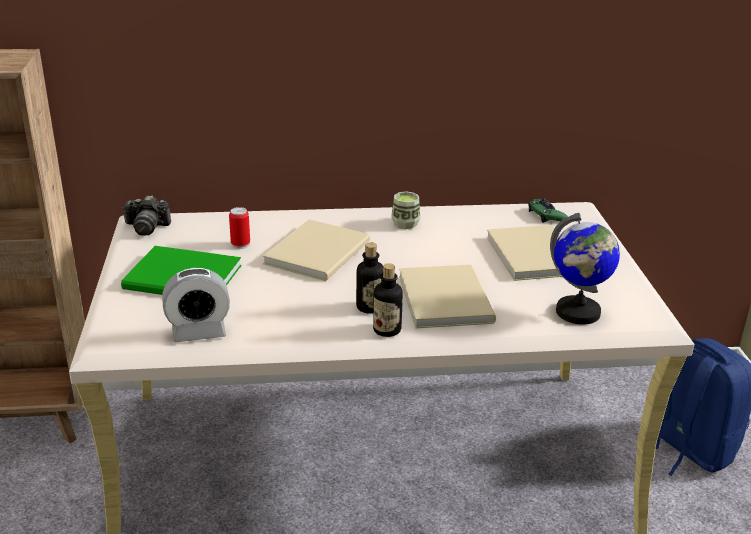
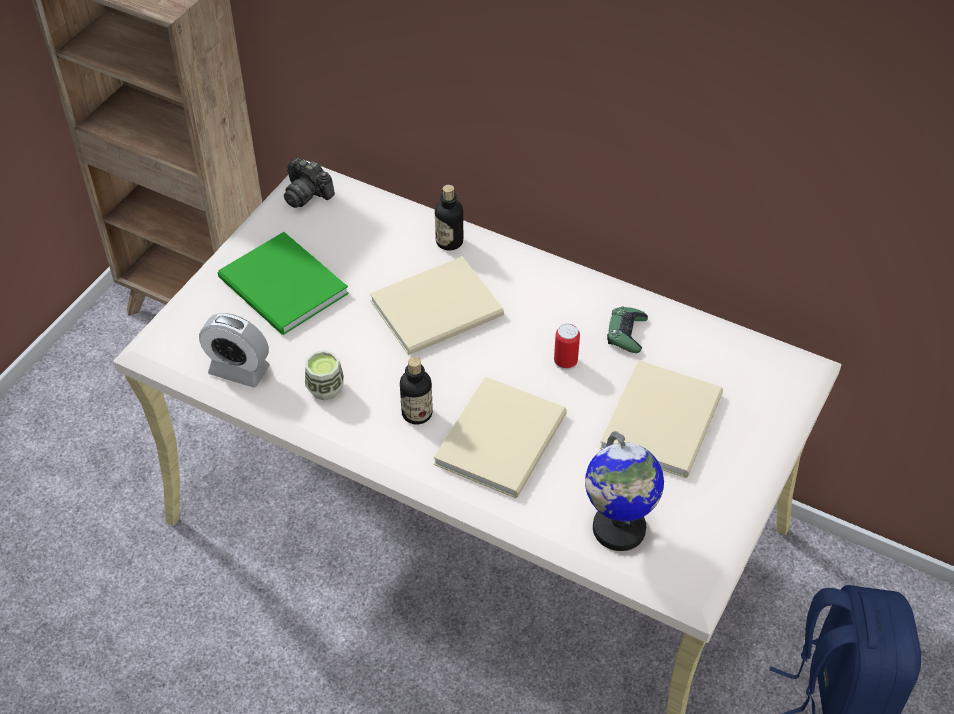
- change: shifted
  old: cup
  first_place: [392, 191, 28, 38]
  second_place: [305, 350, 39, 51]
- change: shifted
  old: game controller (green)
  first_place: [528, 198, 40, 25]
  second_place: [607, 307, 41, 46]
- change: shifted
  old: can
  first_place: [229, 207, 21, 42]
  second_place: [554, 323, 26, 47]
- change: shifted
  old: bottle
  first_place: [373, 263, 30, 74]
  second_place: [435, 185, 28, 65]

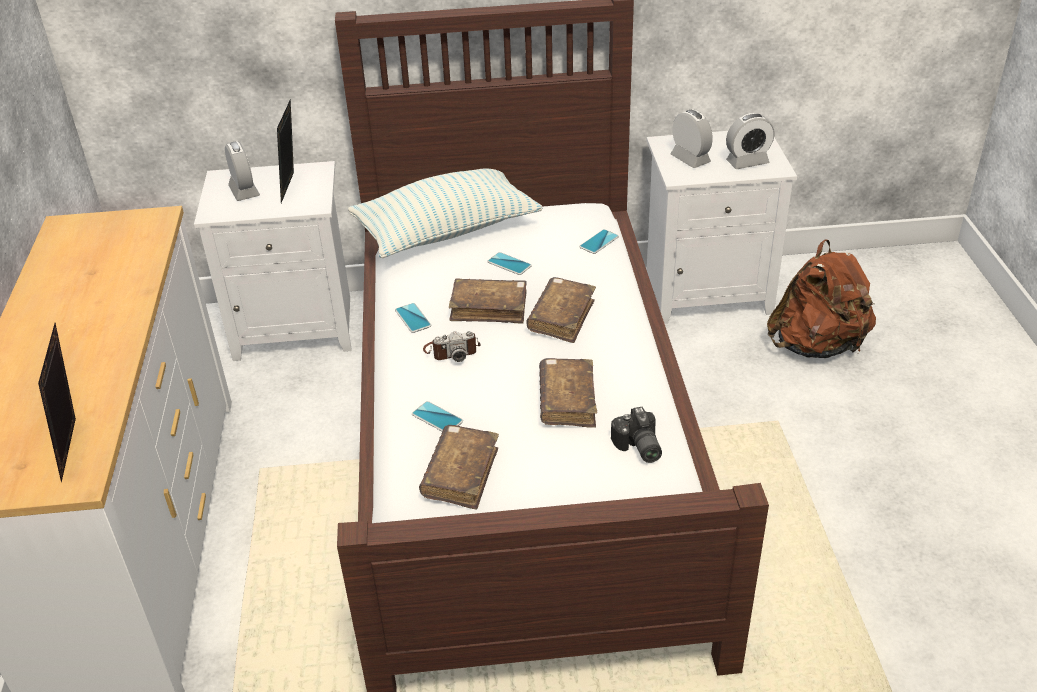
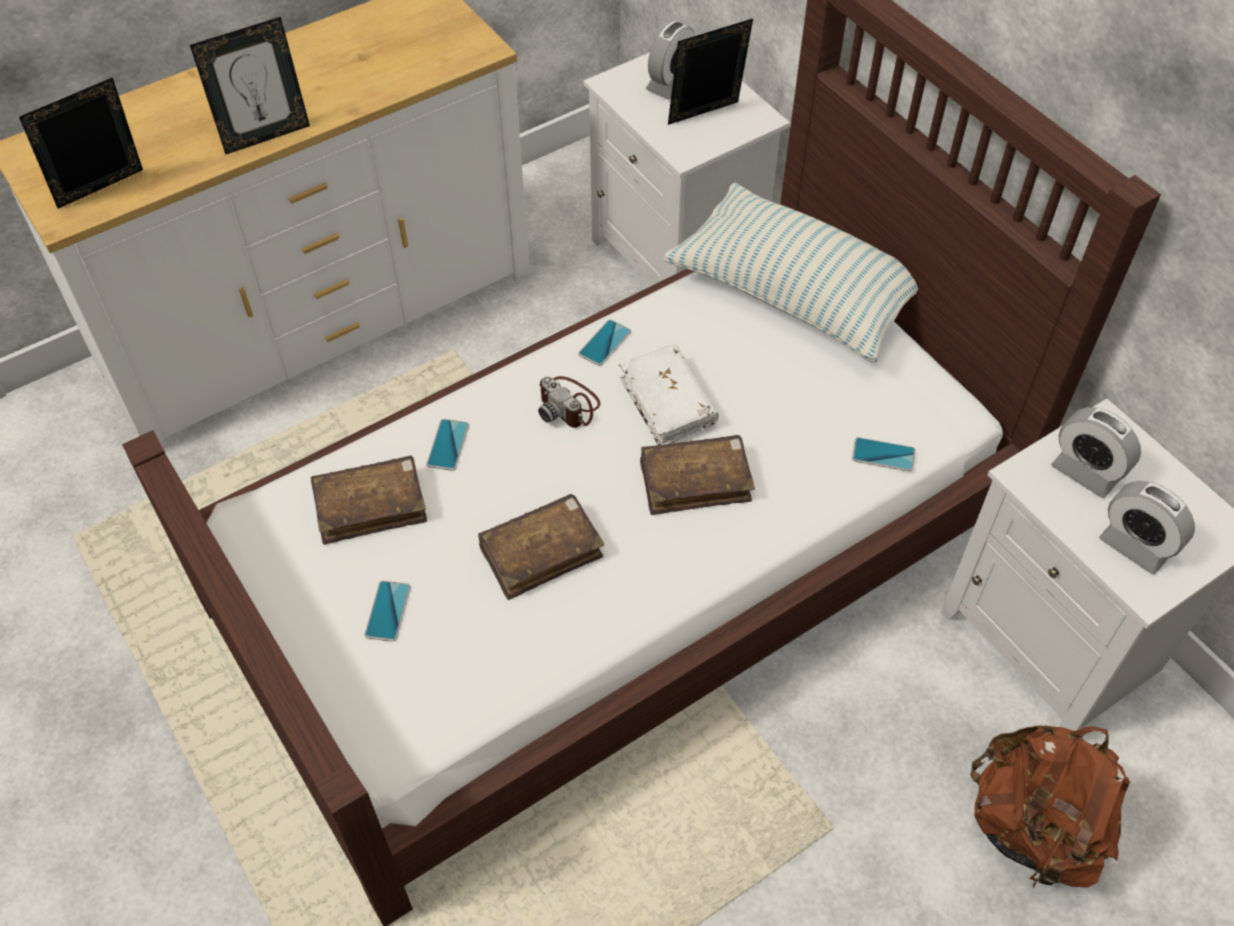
- change: rotated
  old: alarm clock
  first_place: [671, 110, 42, 58]
  second_place: [1051, 407, 90, 91]
  degrees: 105
- change: shifted
  old: phone
  first_place: [487, 252, 45, 23]
  second_place: [364, 581, 47, 61]
- change: repainted
  old: book (brown)
  new: book (white)
  first_place: [449, 278, 78, 46]
  second_place: [619, 344, 100, 101]
- change: gone
  old: photo camera
  first_place: [611, 407, 51, 56]
- change: new
  new: picture frame
  second_place: [190, 17, 120, 138]

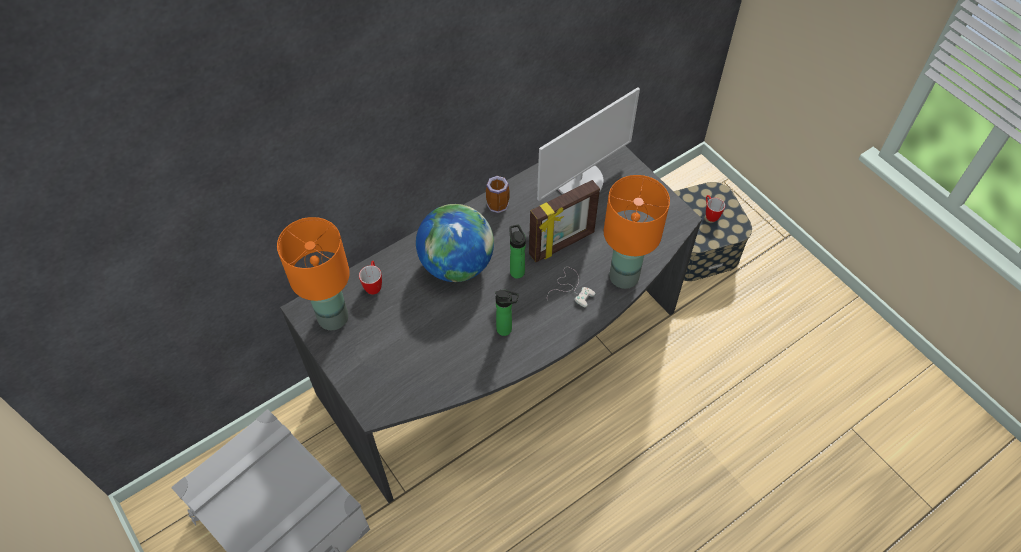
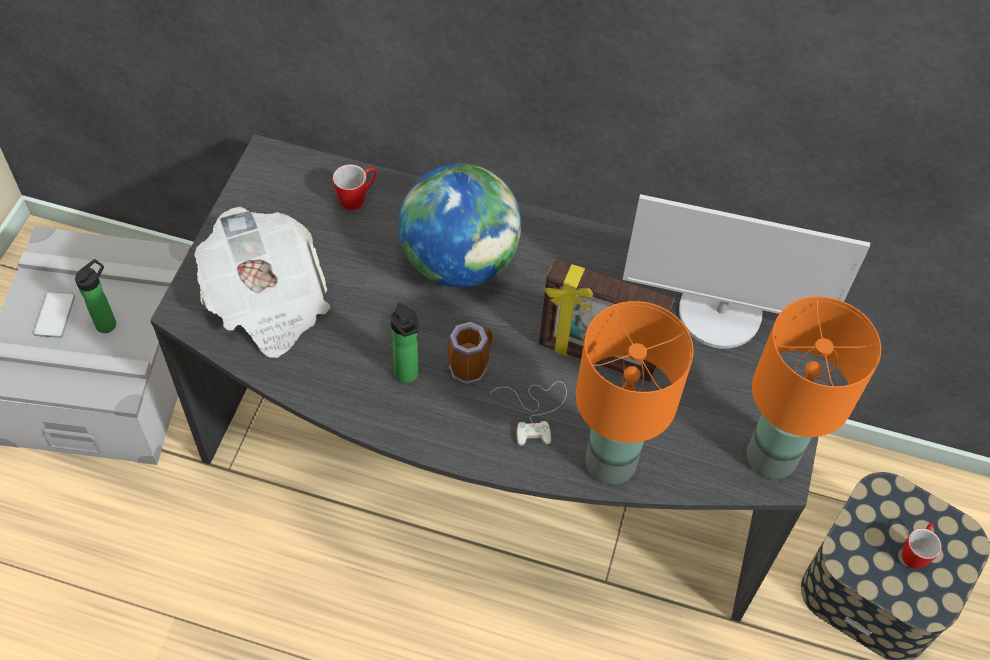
- change: shifted
  old: mug
  first_place: [486, 176, 23, 37]
  second_place: [448, 322, 45, 62]
- change: shifted
  old: table lamp (orange)
  first_place: [277, 217, 73, 113]
  second_place: [747, 296, 134, 183]
- change: shifted
  old: bottle
  first_place: [509, 224, 17, 55]
  second_place: [75, 259, 41, 74]
- change: new
  new: newspaper
  second_place: [194, 207, 136, 151]
- change: new
  new: phone
  second_place: [33, 292, 42, 46]

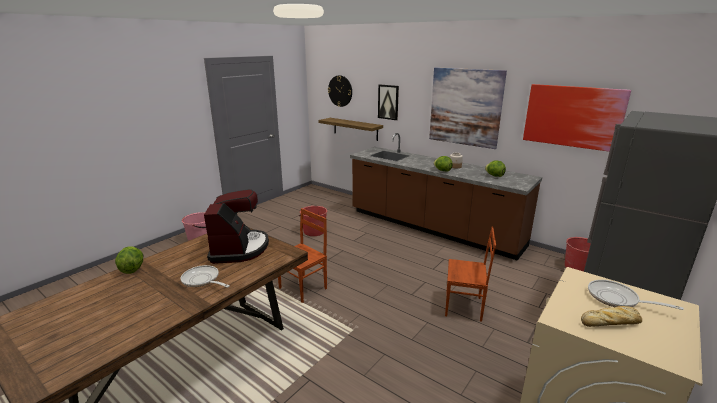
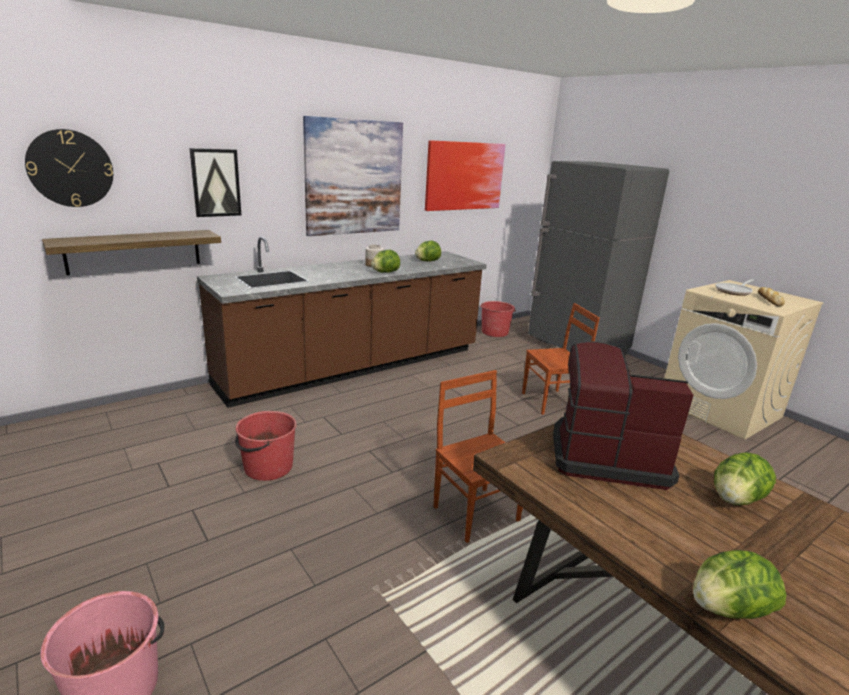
- change: rotated
  old: chair (brown)
  first_place: [445, 227, 51, 95]
  second_place: [522, 303, 78, 112]
  degrees: 45
- change: swapped
  old: frying pan
  new: lettuce
  first_place: [180, 265, 49, 23]
  second_place: [714, 452, 62, 53]

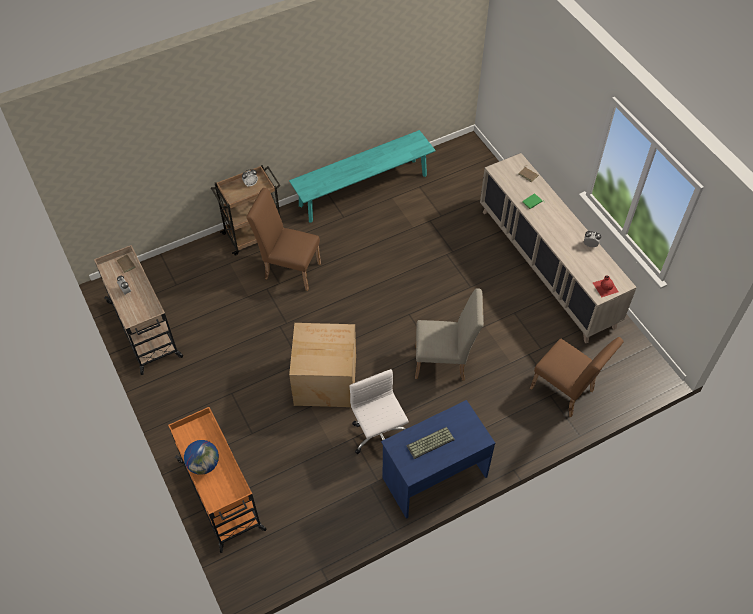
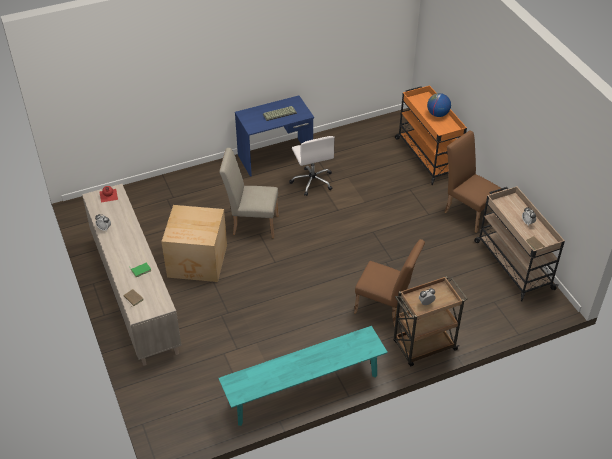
- change: shifted
  old: cardboard box
  first_place: [289, 323, 67, 84]
  second_place: [161, 205, 66, 77]
- change: shifted
  old: chair (brown)
  first_place: [530, 337, 94, 80]
  second_place: [445, 130, 58, 103]

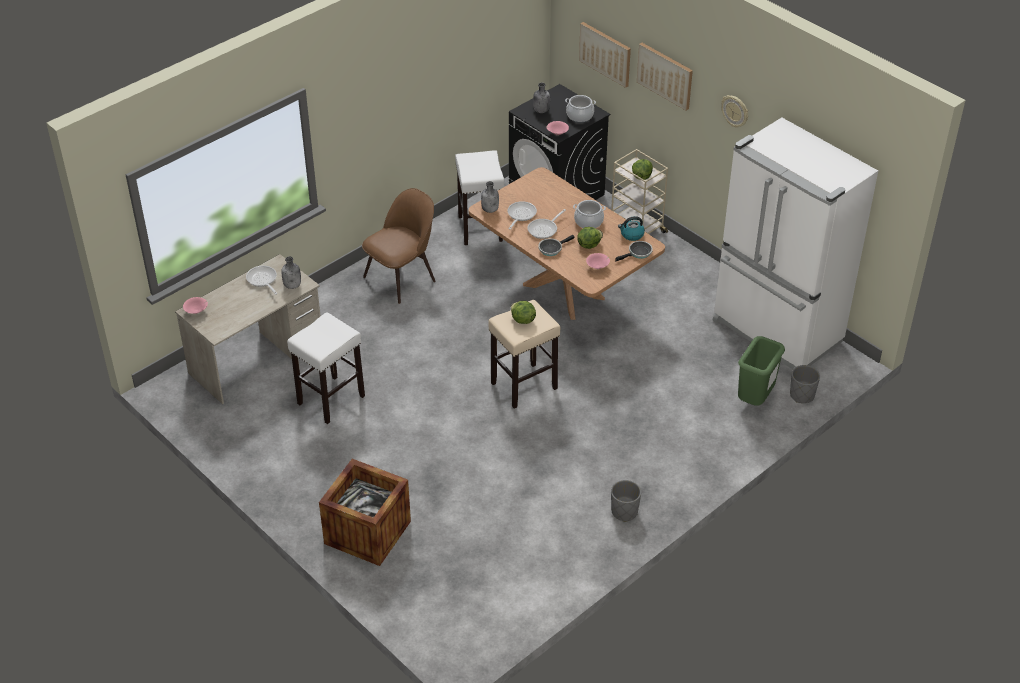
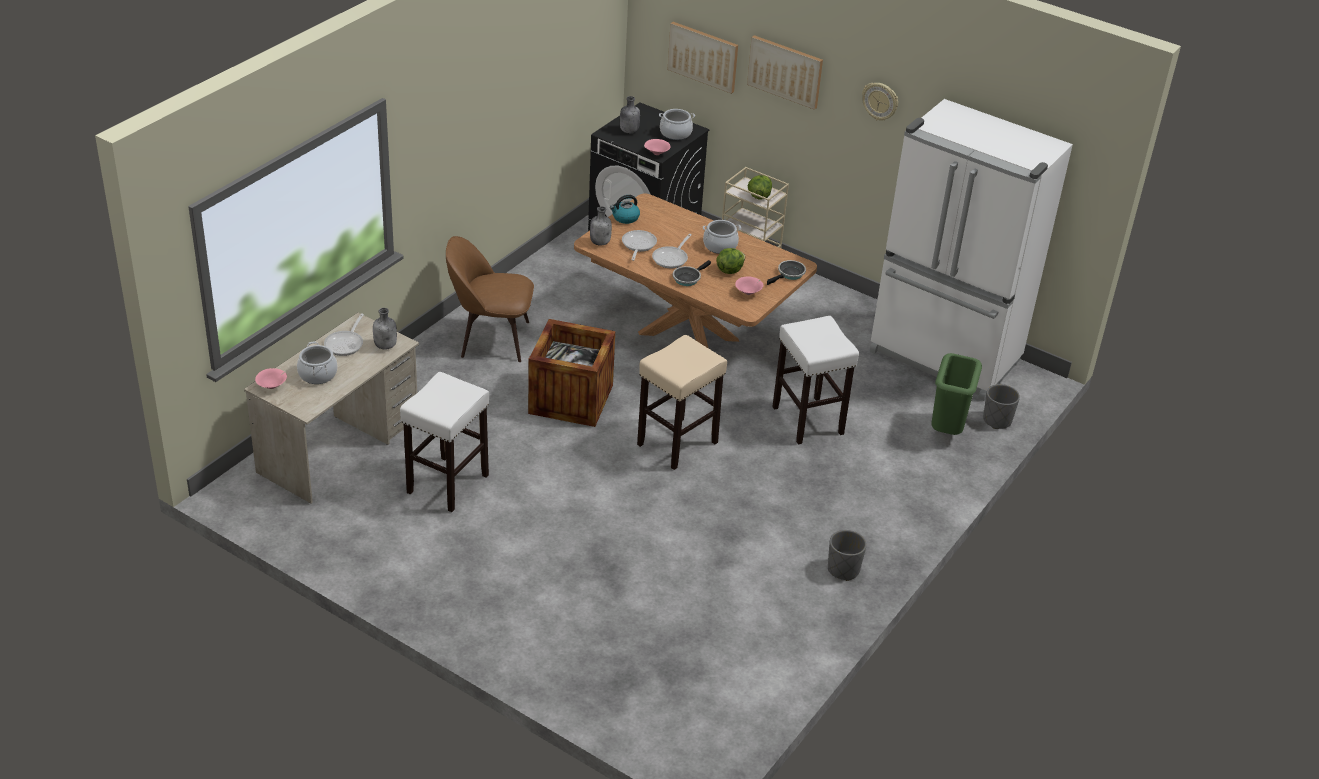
- change: shifted
  old: stool (white)
  first_place: [455, 150, 49, 95]
  second_place: [772, 316, 87, 129]
- change: rotated
  old: chair (brown)
  first_place: [362, 188, 74, 116]
  second_place: [446, 236, 88, 126]
  degrees: -120
- change: shifted
  old: kettle
  first_place: [618, 216, 27, 25]
  second_place: [610, 195, 30, 29]
- change: rotated
  old: frying pan
  first_place: [246, 266, 31, 29]
  second_place: [324, 314, 40, 42]
  degrees: -120
- change: gone
  old: lettuce
  first_place: [511, 301, 25, 23]
- change: shifted
  old: crate
  first_place: [319, 459, 92, 107]
  second_place: [528, 319, 87, 108]
- change: new
  new: cooking pot
  second_place: [297, 342, 41, 42]

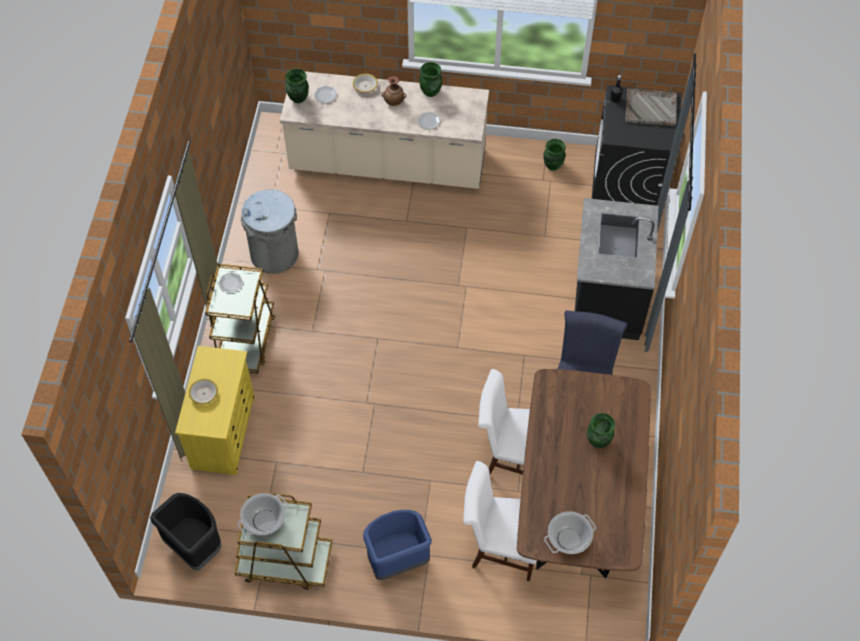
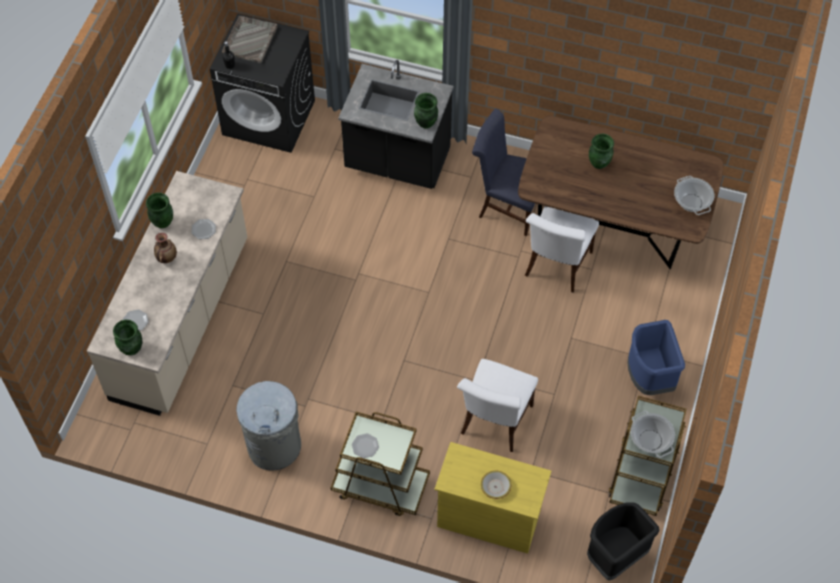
- change: gone
  old: bowl
  first_place: [353, 73, 25, 20]
- change: shifted
  old: vase (green)
  first_place: [543, 139, 23, 32]
  second_place: [414, 93, 24, 35]
- change: shifted
  old: chair (white)
  first_place: [463, 461, 74, 120]
  second_place: [457, 359, 81, 93]

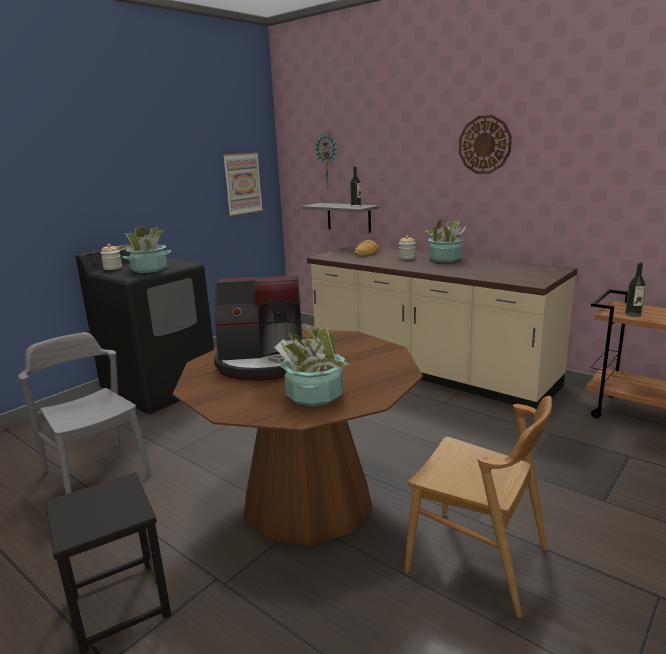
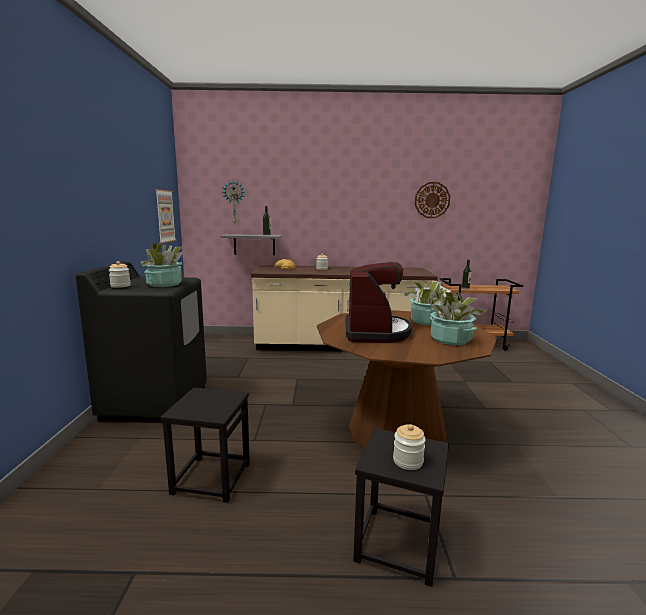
- change: shifted
  old: wall clock
  first_place: [459, 115, 53, 59]
  second_place: [415, 182, 35, 36]
- change: shifted
  old: potted plant
  first_place: [426, 220, 40, 42]
  second_place: [401, 281, 50, 45]
- change: rotated
  old: coffee machine
  first_place: [214, 275, 93, 106]
  second_place: [345, 262, 67, 81]
  degrees: -45
- change: swapped
  old: chair (grey)
  new: stool (black)
  first_place: [18, 332, 134, 162]
  second_place: [161, 387, 89, 116]
- change: gone
  old: chair (brown)
  first_place: [404, 396, 148, 222]
- change: new
  new: jar
  second_place: [393, 424, 33, 46]

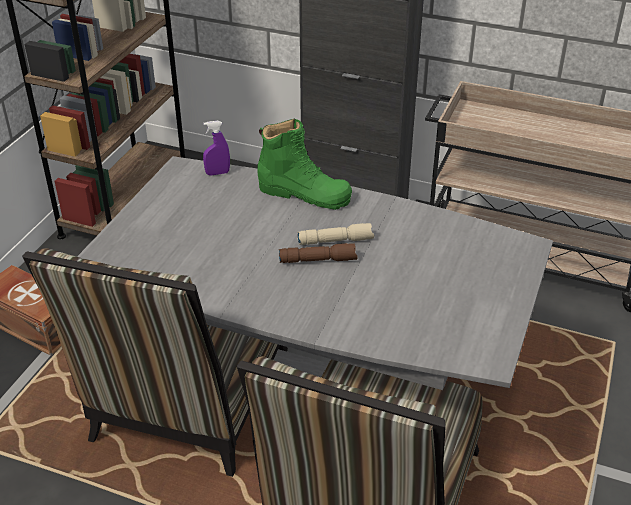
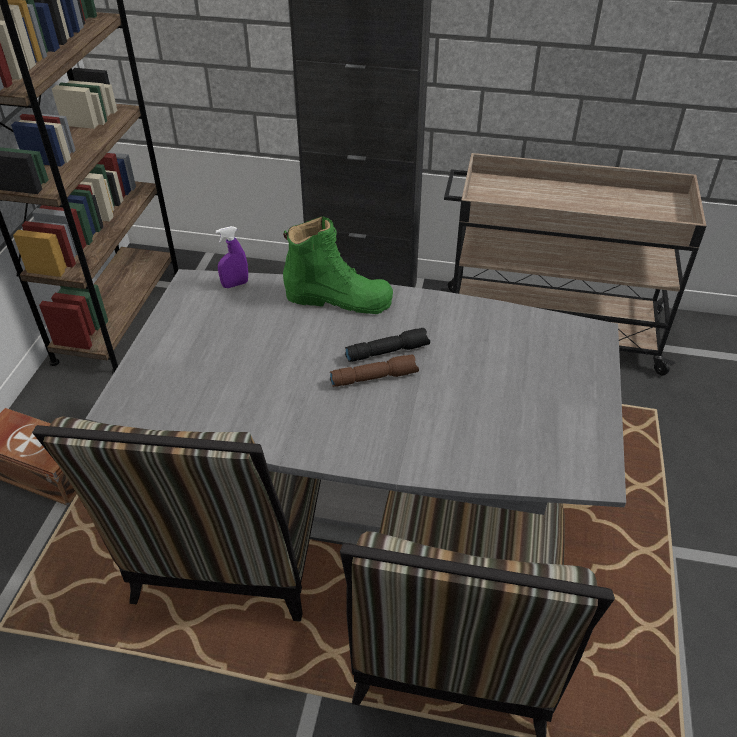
- change: repainted
  old: flashlight (beige)
  new: flashlight (black)
  first_place: [297, 223, 77, 22]
  second_place: [345, 328, 85, 34]

